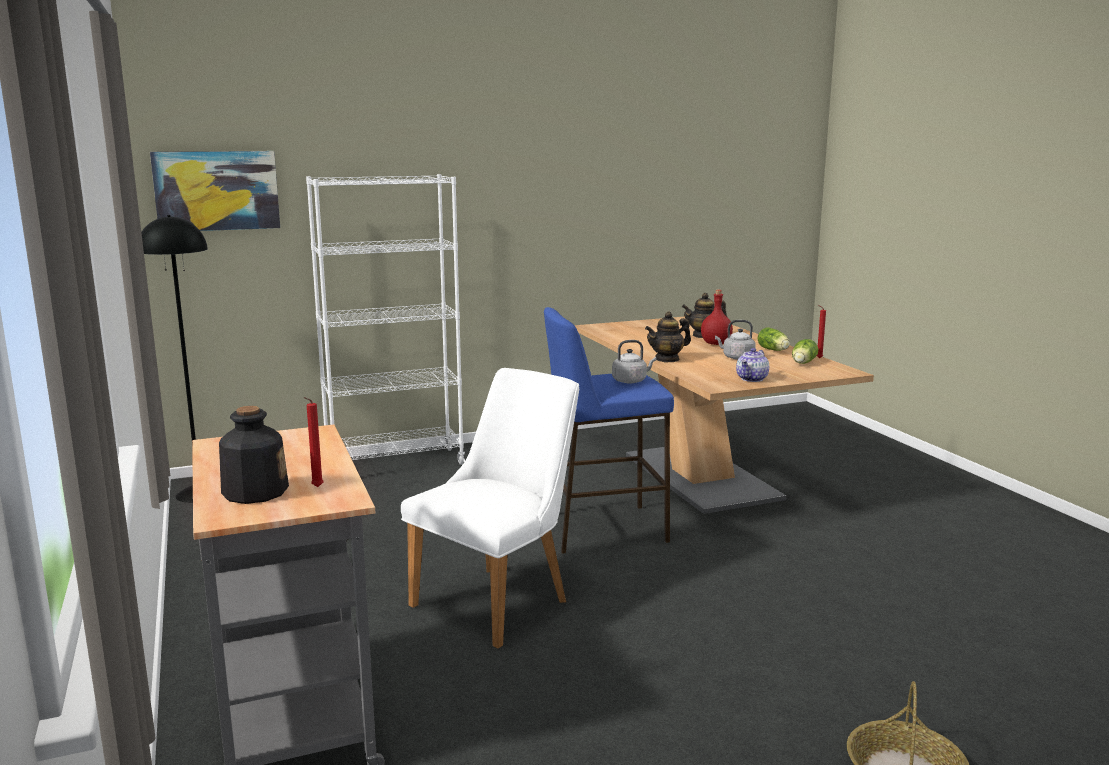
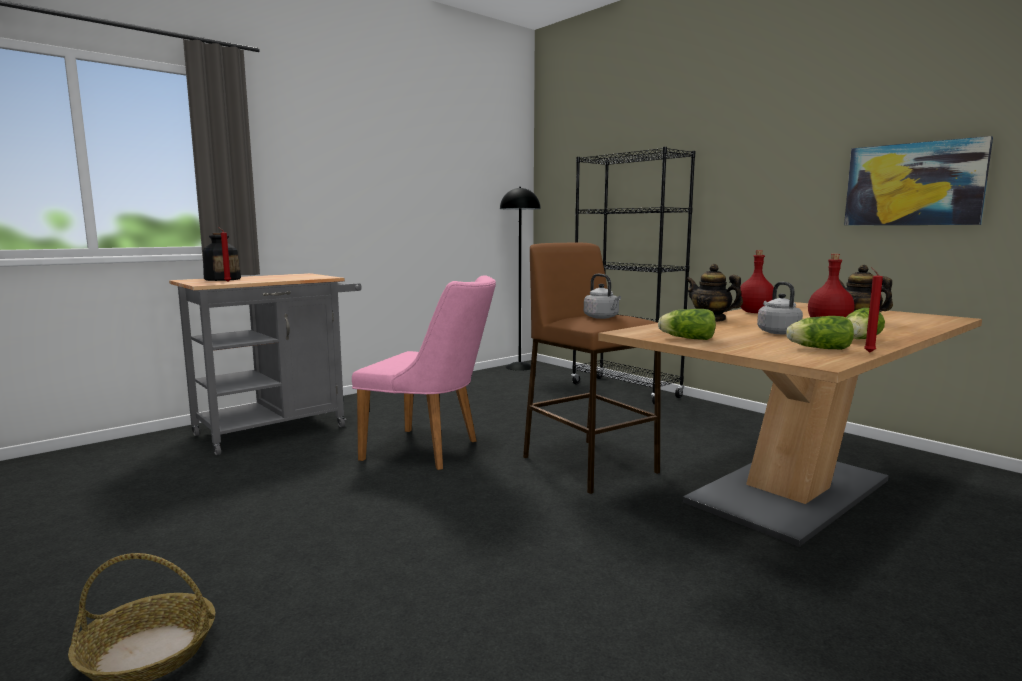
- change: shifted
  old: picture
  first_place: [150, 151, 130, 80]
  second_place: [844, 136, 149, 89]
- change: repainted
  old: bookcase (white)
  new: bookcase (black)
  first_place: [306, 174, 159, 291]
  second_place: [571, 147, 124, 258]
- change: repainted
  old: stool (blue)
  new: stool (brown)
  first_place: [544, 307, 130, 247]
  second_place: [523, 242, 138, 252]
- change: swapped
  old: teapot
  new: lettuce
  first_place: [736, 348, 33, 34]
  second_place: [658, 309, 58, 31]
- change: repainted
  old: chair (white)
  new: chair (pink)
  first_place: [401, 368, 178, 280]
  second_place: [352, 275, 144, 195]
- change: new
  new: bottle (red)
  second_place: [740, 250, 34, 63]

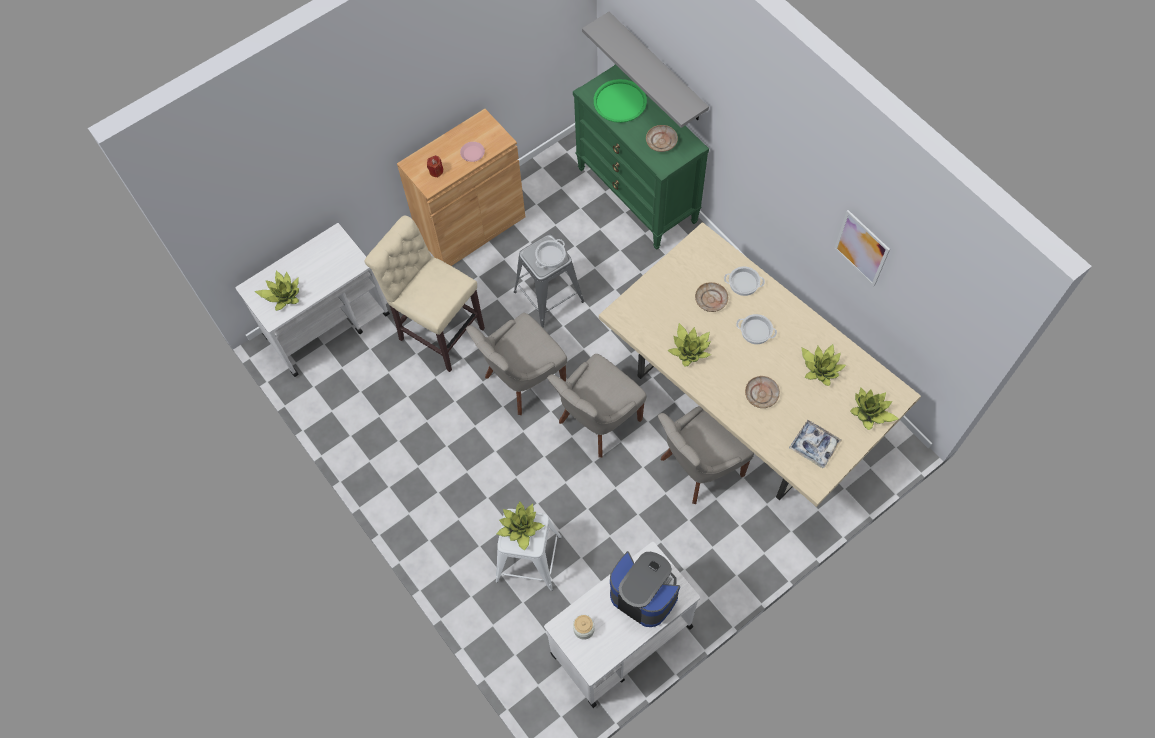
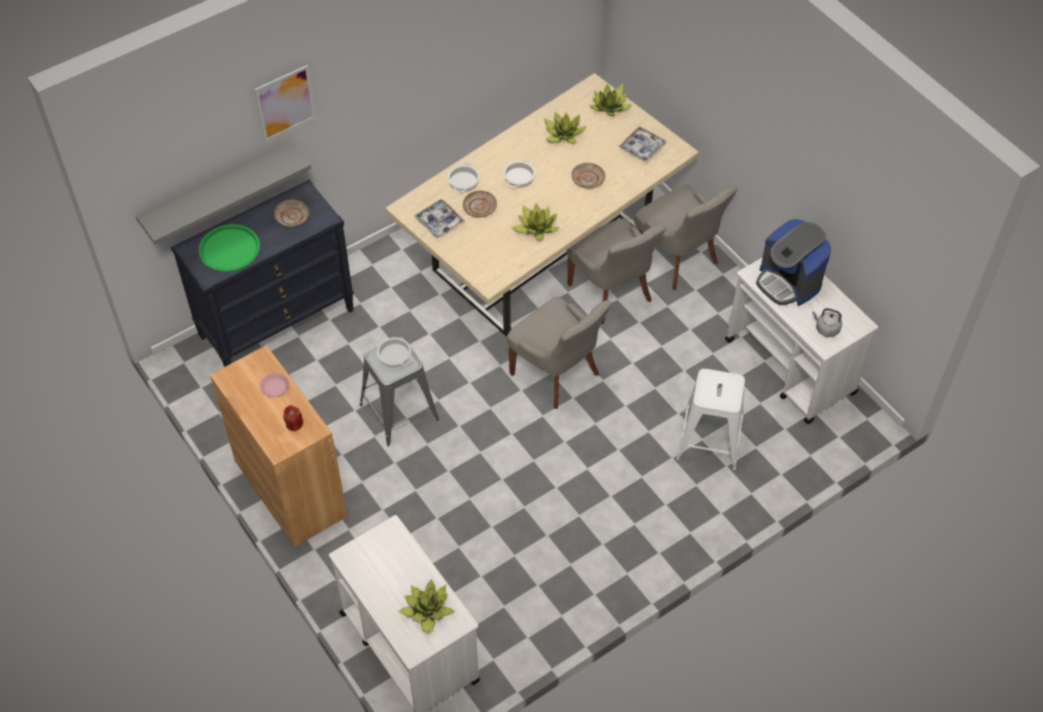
- change: repainted
  old: dresser (green)
  new: dresser (black)
  first_place: [573, 64, 136, 186]
  second_place: [171, 180, 183, 187]
- change: shifted
  old: picture
  first_place: [834, 210, 56, 76]
  second_place: [254, 65, 62, 77]
- change: gone
  old: stool (beige)
  first_place: [364, 215, 121, 157]
- change: shifted
  old: chair (grey)
  first_place: [466, 313, 101, 102]
  second_place: [634, 185, 104, 105]
- change: gone
  old: potted plant
  first_place: [497, 502, 47, 49]
- change: rotated
  old: coffee machine
  first_place: [610, 551, 70, 76]
  second_place: [756, 219, 75, 87]
  degrees: -75
- change: swapped
  old: jar
  new: kettle (grey)
  first_place: [573, 615, 21, 25]
  second_place: [812, 308, 30, 29]
- change: new
  new: tray
  second_place: [414, 199, 51, 39]

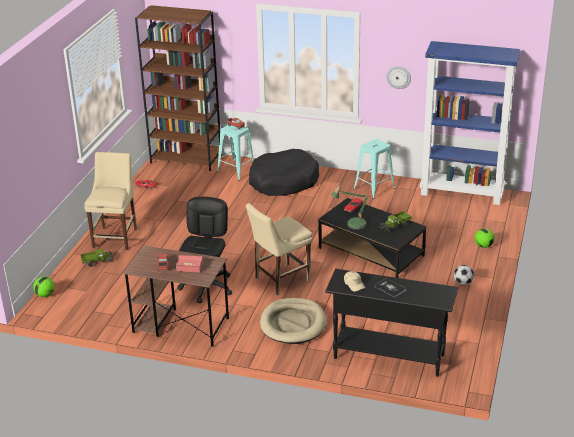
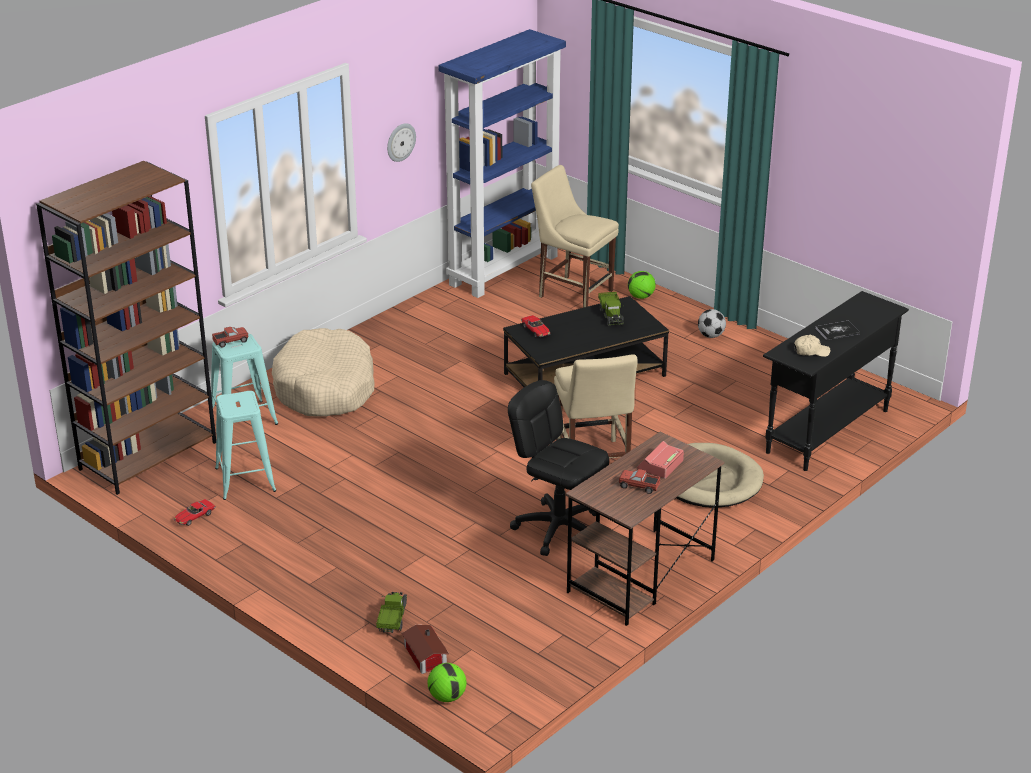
- change: shifted
  old: stool (turquoise)
  first_place: [353, 139, 42, 60]
  second_place: [215, 391, 62, 109]
- change: repainted
  old: dog bed (black)
  new: dog bed (beige)
  first_place: [249, 149, 70, 47]
  second_place: [272, 328, 103, 89]
- change: shifted
  old: chair (beige)
  first_place: [84, 152, 53, 98]
  second_place: [531, 165, 88, 143]
- change: gone
  old: table lamp
  first_place: [331, 185, 39, 45]
- change: new
  new: toy house
  second_place: [401, 625, 48, 49]

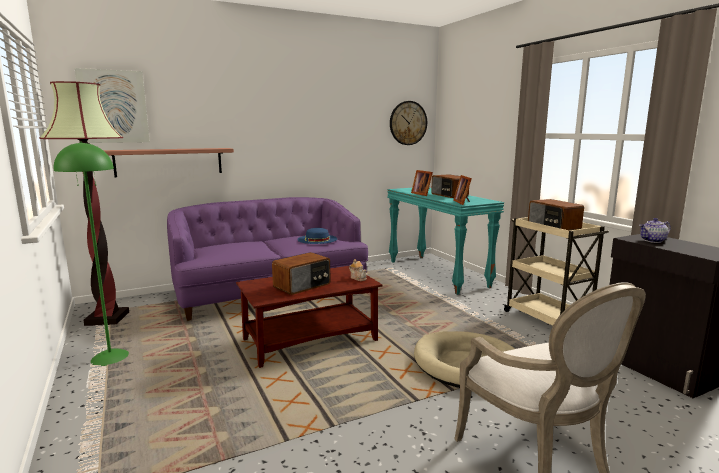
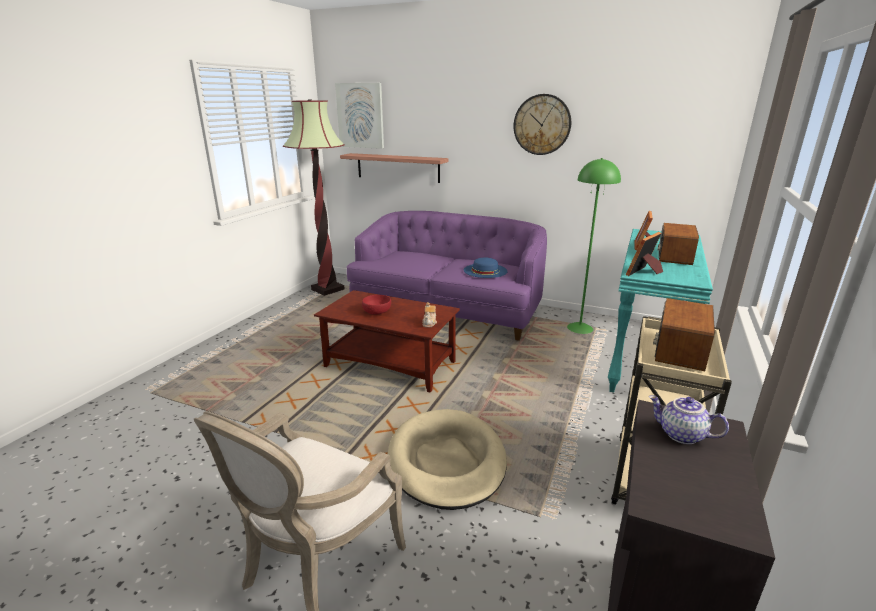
- change: shifted
  old: wall clock
  first_place: [390, 101, 37, 44]
  second_place: [513, 94, 58, 61]
- change: shifted
  old: floor lamp (green)
  first_place: [54, 141, 75, 225]
  second_place: [567, 158, 54, 176]
- change: swapped
  old: radio
  new: bowl (red)
  first_place: [272, 252, 59, 43]
  second_place: [362, 295, 29, 20]

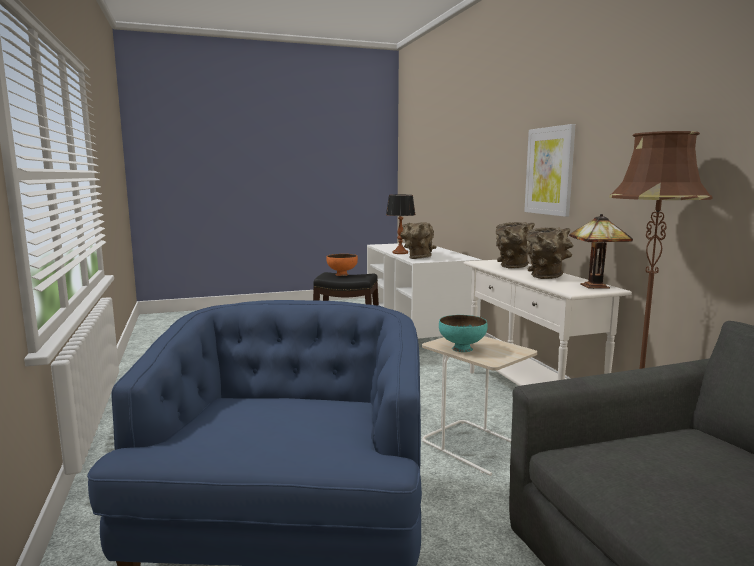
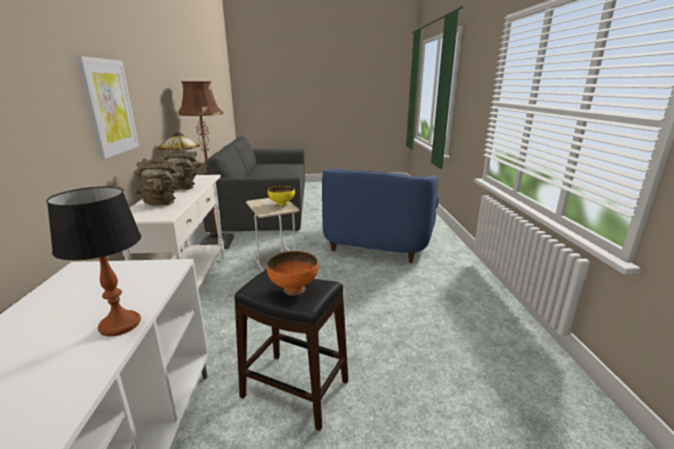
- change: gone
  old: vase (brown)
  first_place: [400, 222, 37, 37]
- change: repainted
  old: bowl (turquoise)
  new: bowl (yellow)
  first_place: [439, 315, 49, 37]
  second_place: [268, 186, 27, 21]

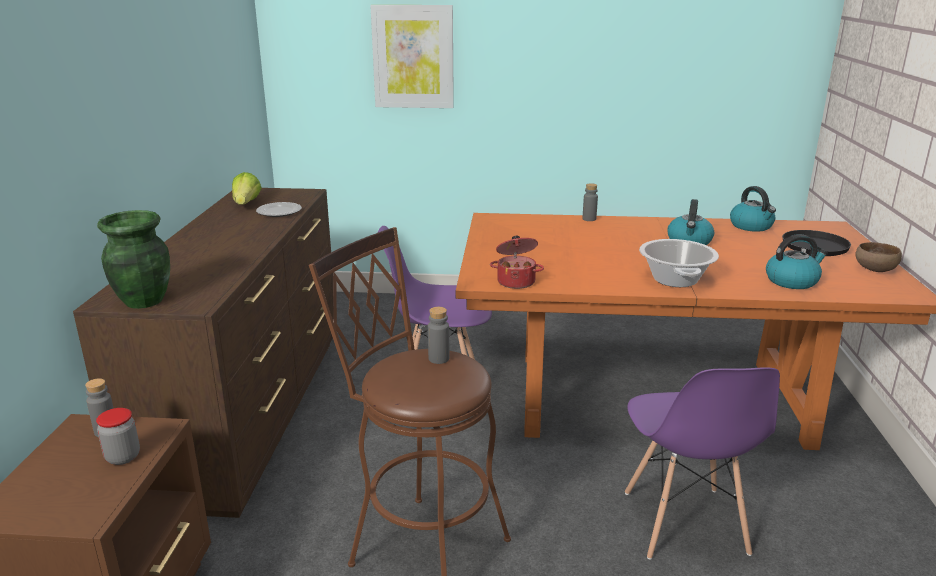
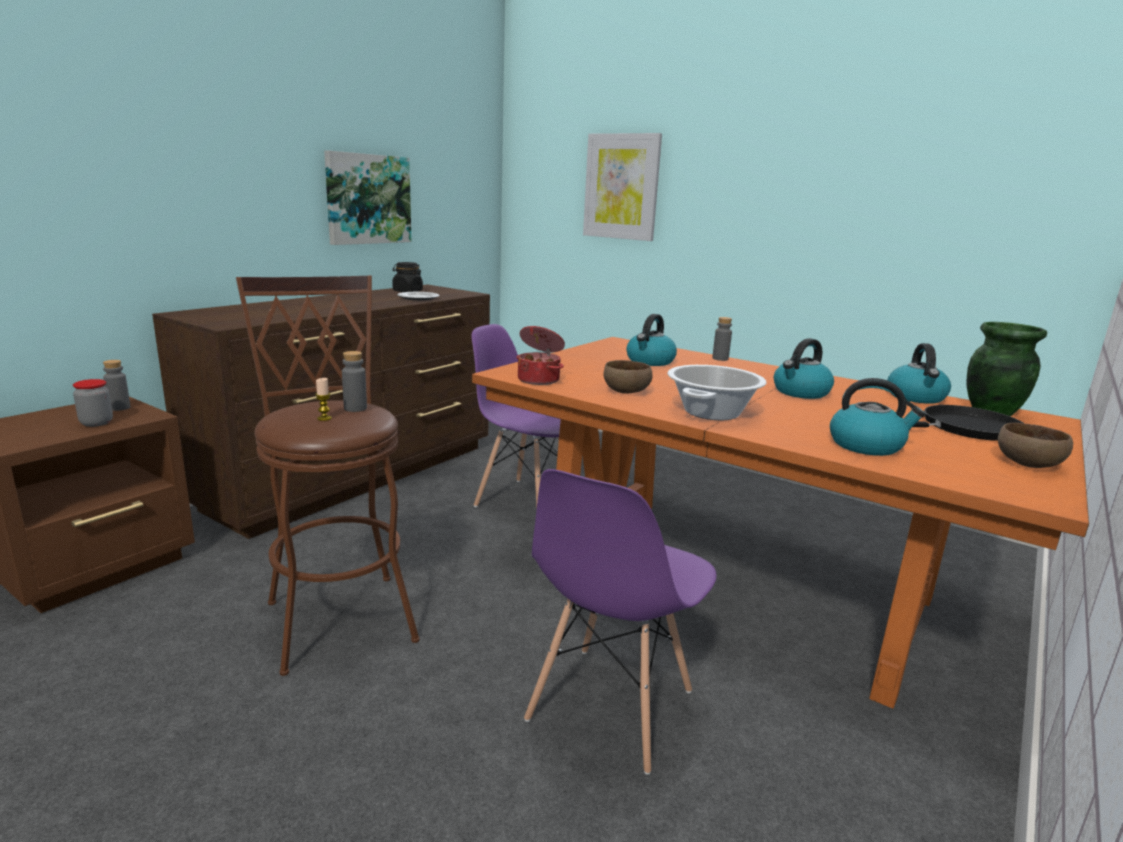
- change: swapped
  old: lettuce
  new: jar (black)
  first_place: [232, 172, 30, 33]
  second_place: [392, 262, 31, 30]
- change: shifted
  old: vase (green)
  first_place: [97, 210, 73, 99]
  second_place: [966, 322, 81, 94]
- change: new
  new: picture
  second_place: [324, 150, 87, 95]
- change: new
  new: kettle
  second_place: [626, 314, 51, 52]
- change: new
  new: bowl (brown)
  second_place: [603, 360, 50, 34]
- change: new
  new: candle
  second_place: [315, 378, 17, 43]

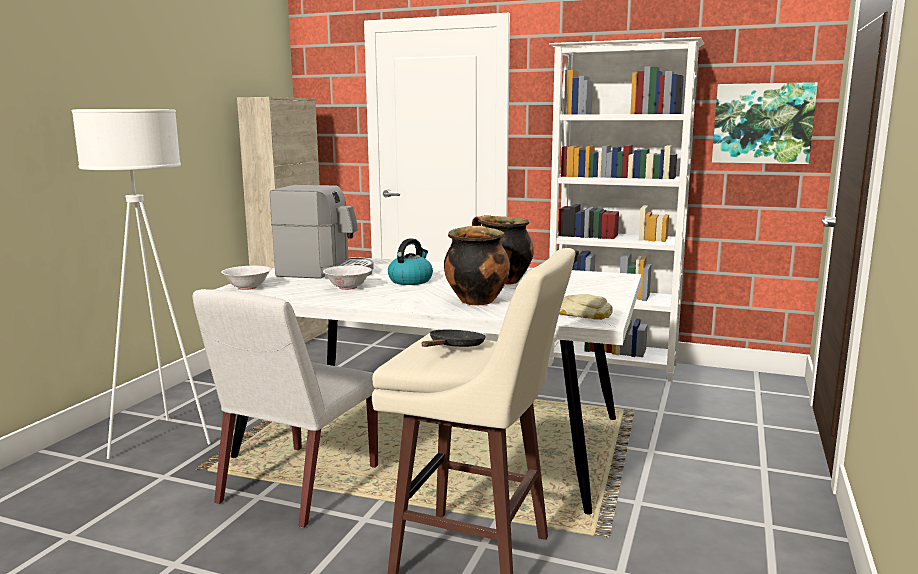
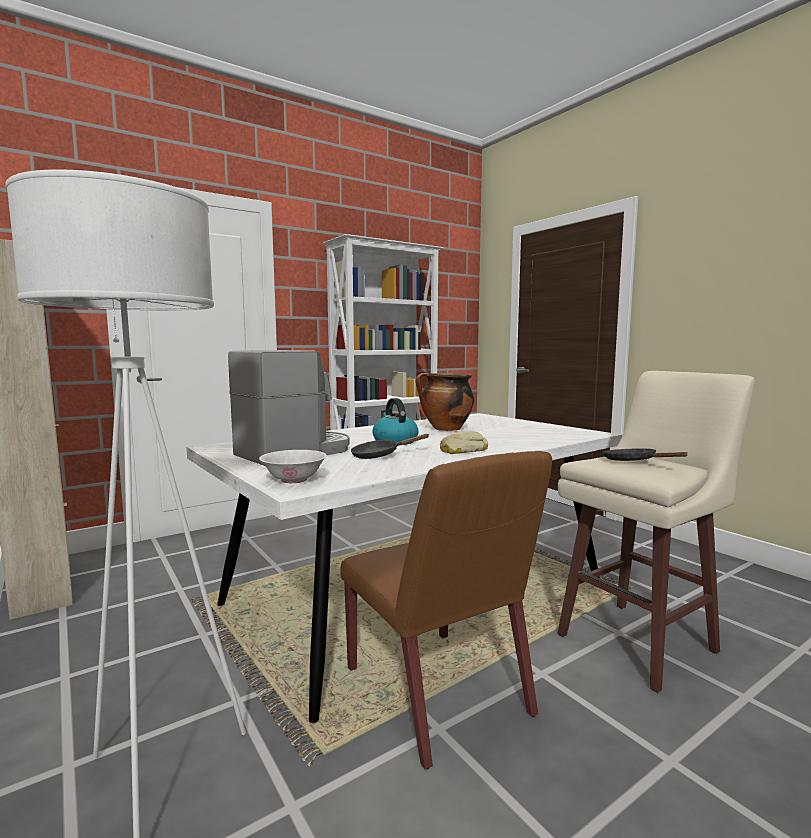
- change: gone
  old: picture
  first_place: [712, 82, 106, 82]
- change: gone
  old: cooking pot
  first_place: [444, 226, 66, 80]
- change: swapped
  old: bowl (white)
  new: frying pan (black)
  first_place: [323, 265, 49, 25]
  second_place: [351, 434, 78, 25]
- change: repainted
  old: chair (white)
  new: chair (brown)
  first_place: [193, 289, 185, 239]
  second_place: [340, 451, 212, 319]
- change: shifted
  old: bread
  first_place: [559, 294, 54, 26]
  second_place: [440, 431, 48, 23]

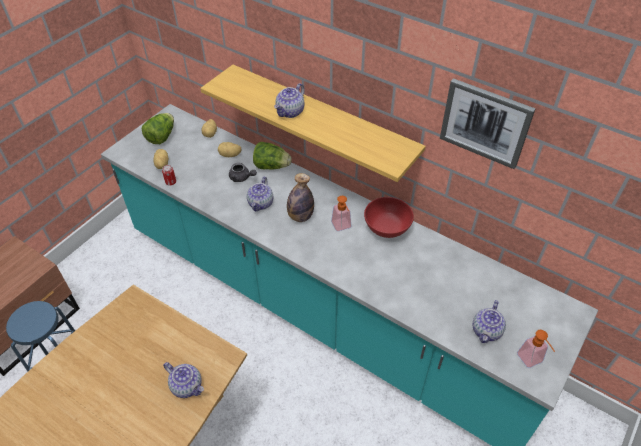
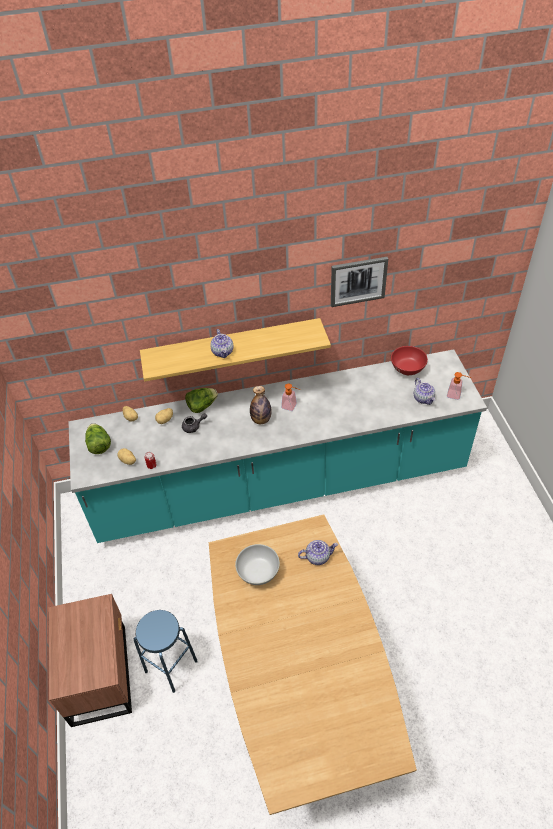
- change: gone
  old: teapot
  first_place: [247, 177, 26, 35]
- change: shifted
  old: bowl (red)
  first_place: [364, 197, 50, 41]
  second_place: [391, 346, 37, 29]
- change: new
  new: bowl (white)
  second_place: [235, 544, 45, 41]

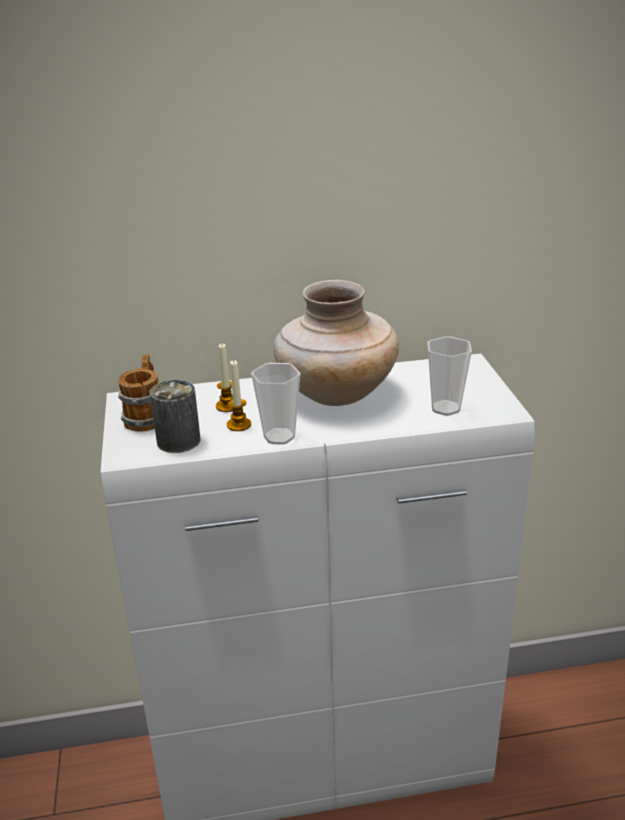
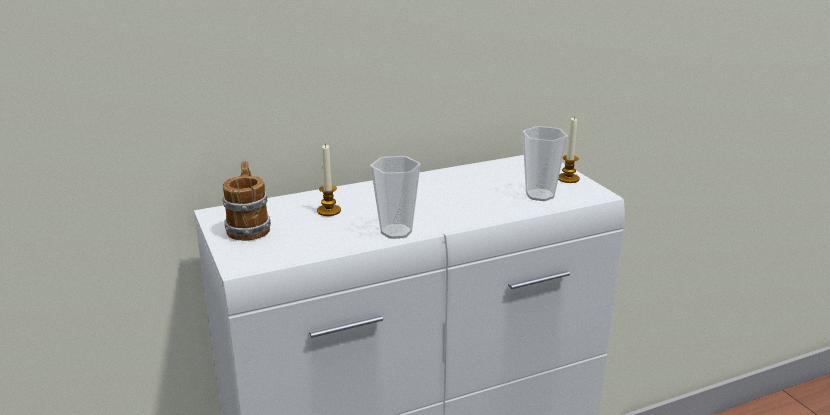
- change: gone
  old: vase (beige)
  first_place: [273, 280, 126, 126]
- change: shifted
  old: candle
  first_place: [227, 360, 24, 71]
  second_place: [558, 117, 22, 66]
- change: gone
  old: can
  first_place: [150, 380, 51, 73]

